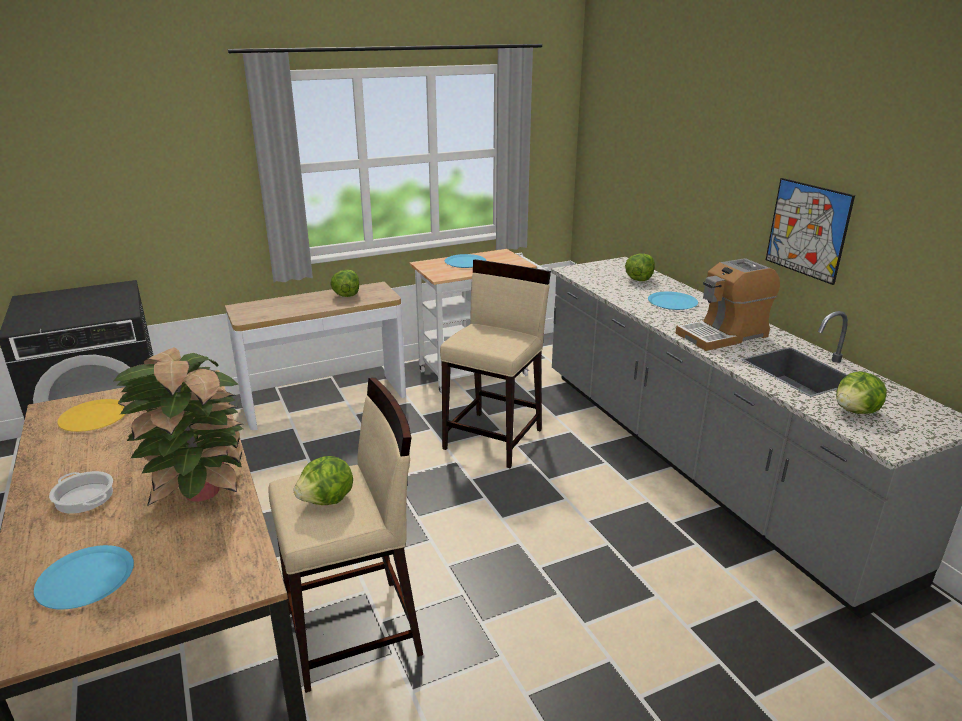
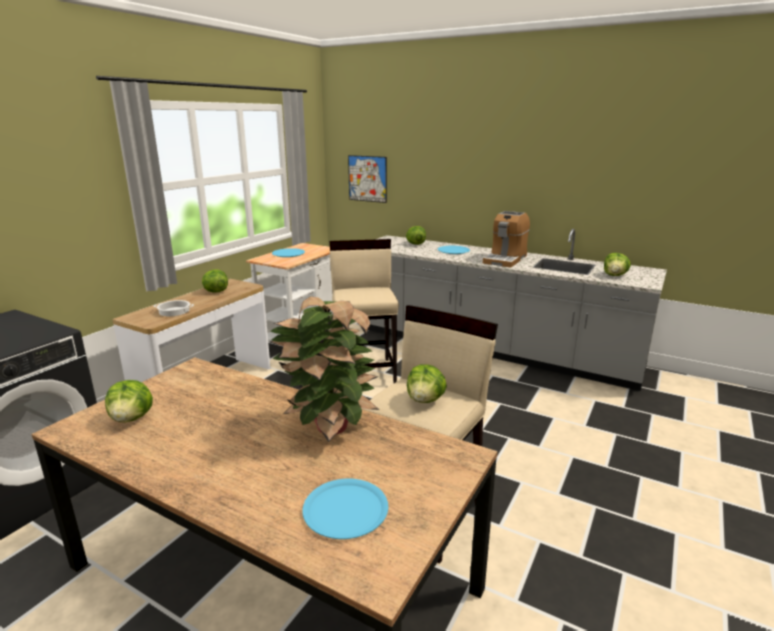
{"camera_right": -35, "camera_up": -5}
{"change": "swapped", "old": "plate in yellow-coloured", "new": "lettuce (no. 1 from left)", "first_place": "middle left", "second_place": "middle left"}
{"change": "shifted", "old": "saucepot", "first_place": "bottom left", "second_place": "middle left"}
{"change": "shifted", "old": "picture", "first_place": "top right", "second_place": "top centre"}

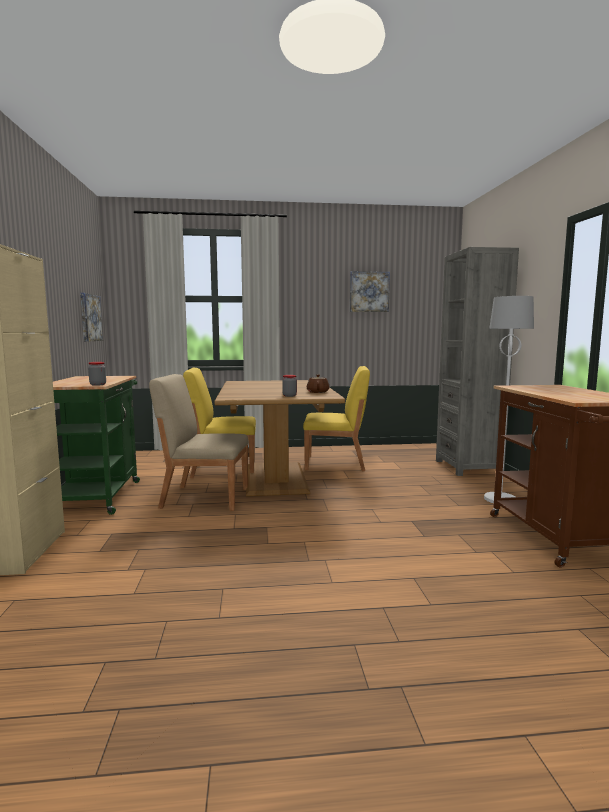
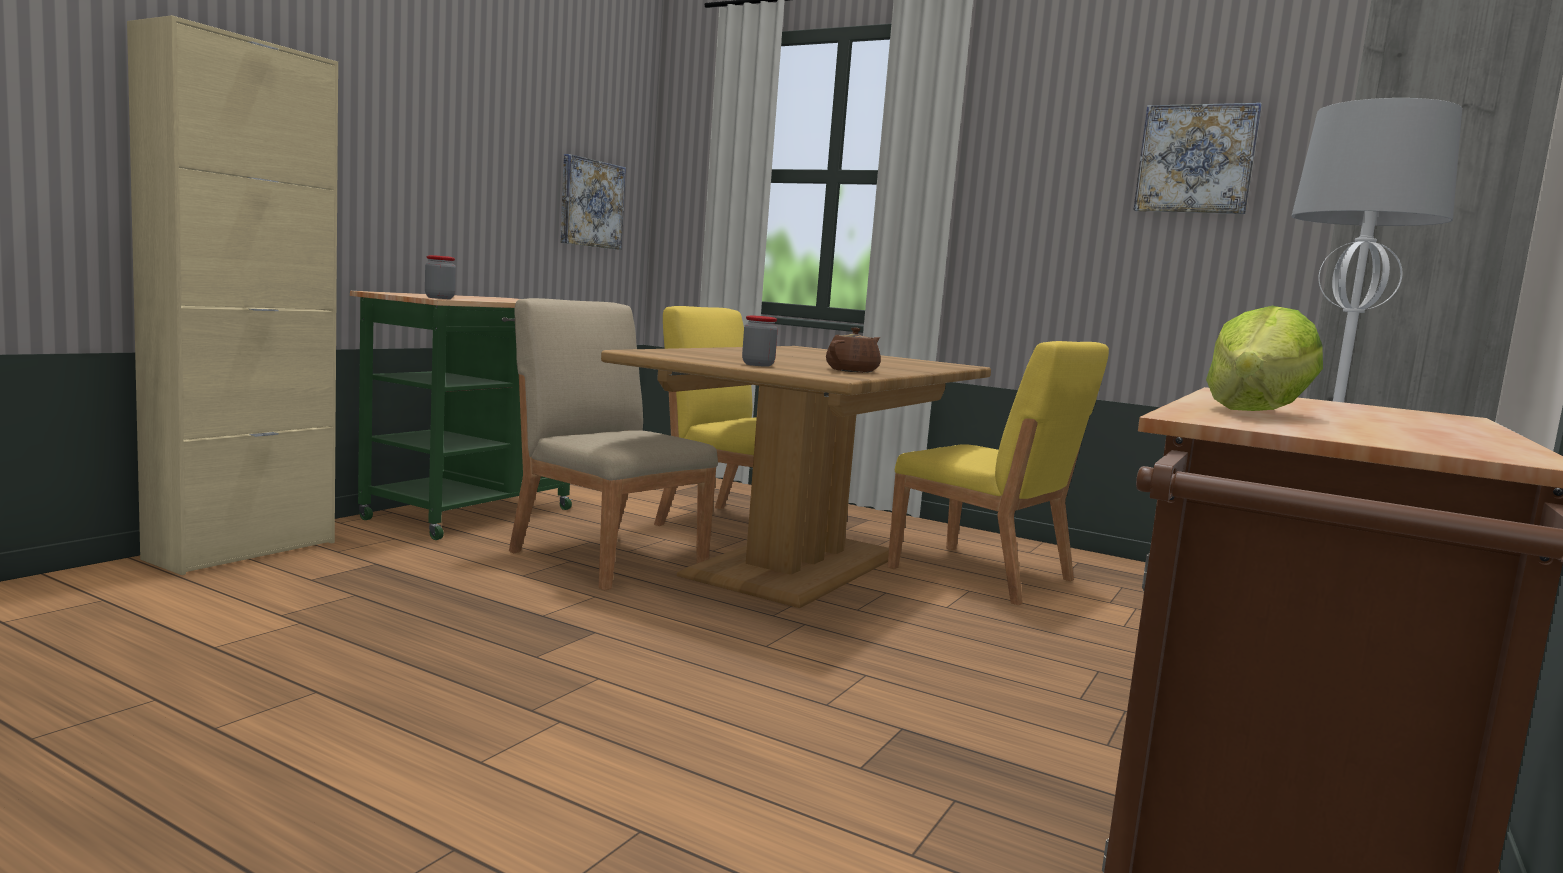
{"camera_right": 35, "camera_up": 0}
{"change": "new", "new": "lettuce", "second_place": "middle right"}

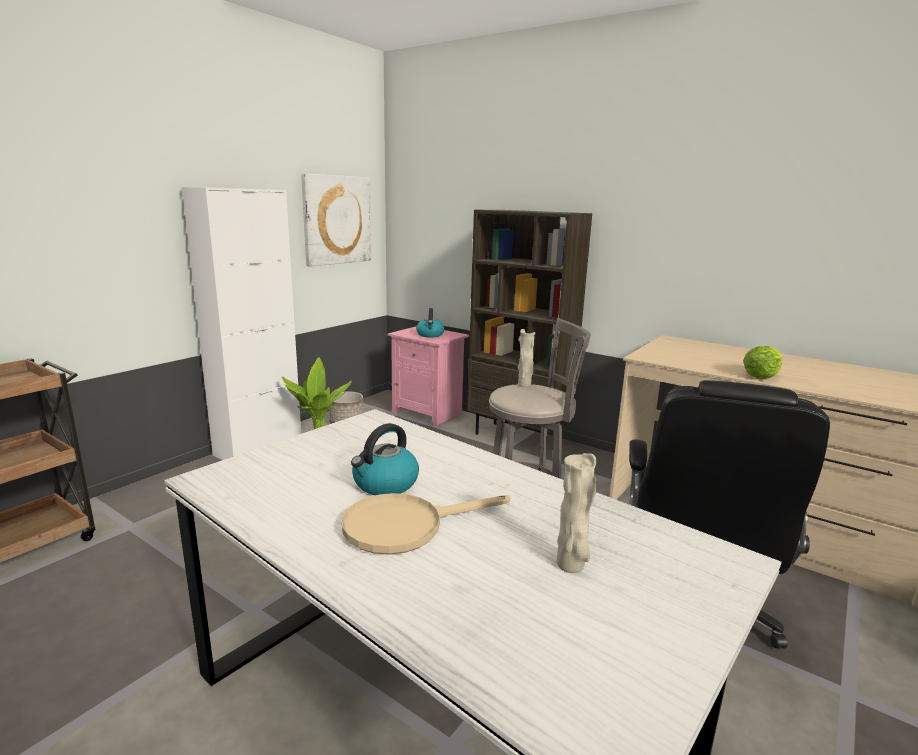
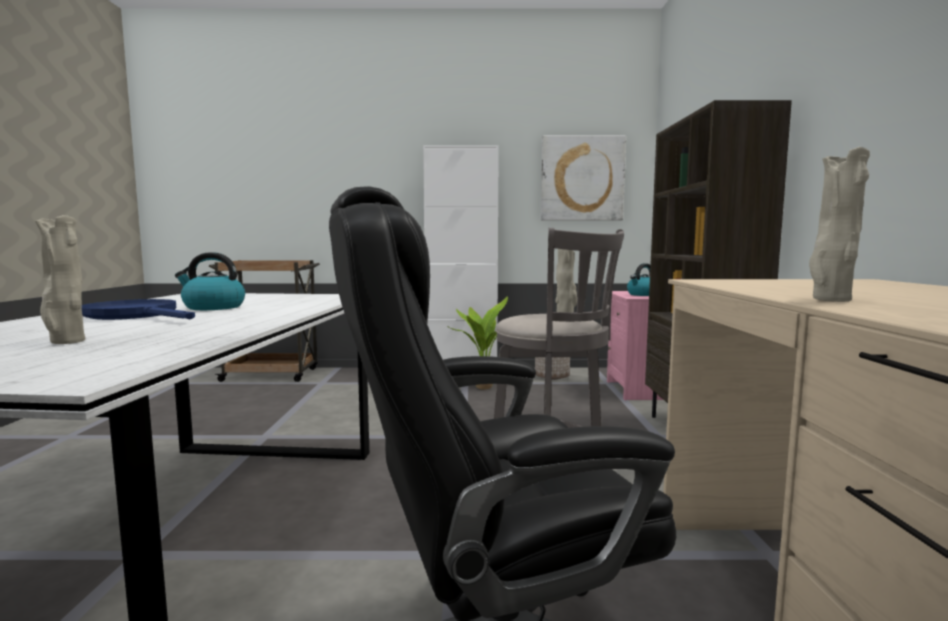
{"camera_right": 55, "camera_up": -10}
{"change": "repainted", "old": "pan in sand-coloured", "new": "pan in blue", "first_place": "bottom centre", "second_place": "middle left"}
{"change": "swapped", "old": "lettuce", "new": "decorative vase in sand-coloured (no. 3 from left)", "first_place": "middle right", "second_place": "middle right"}

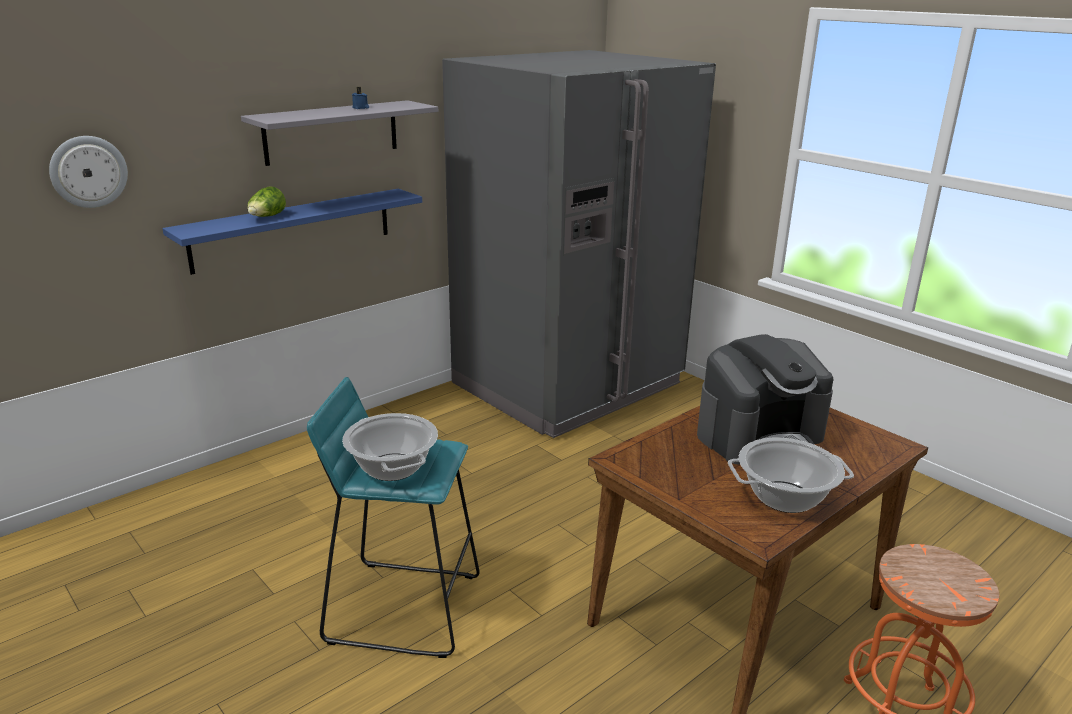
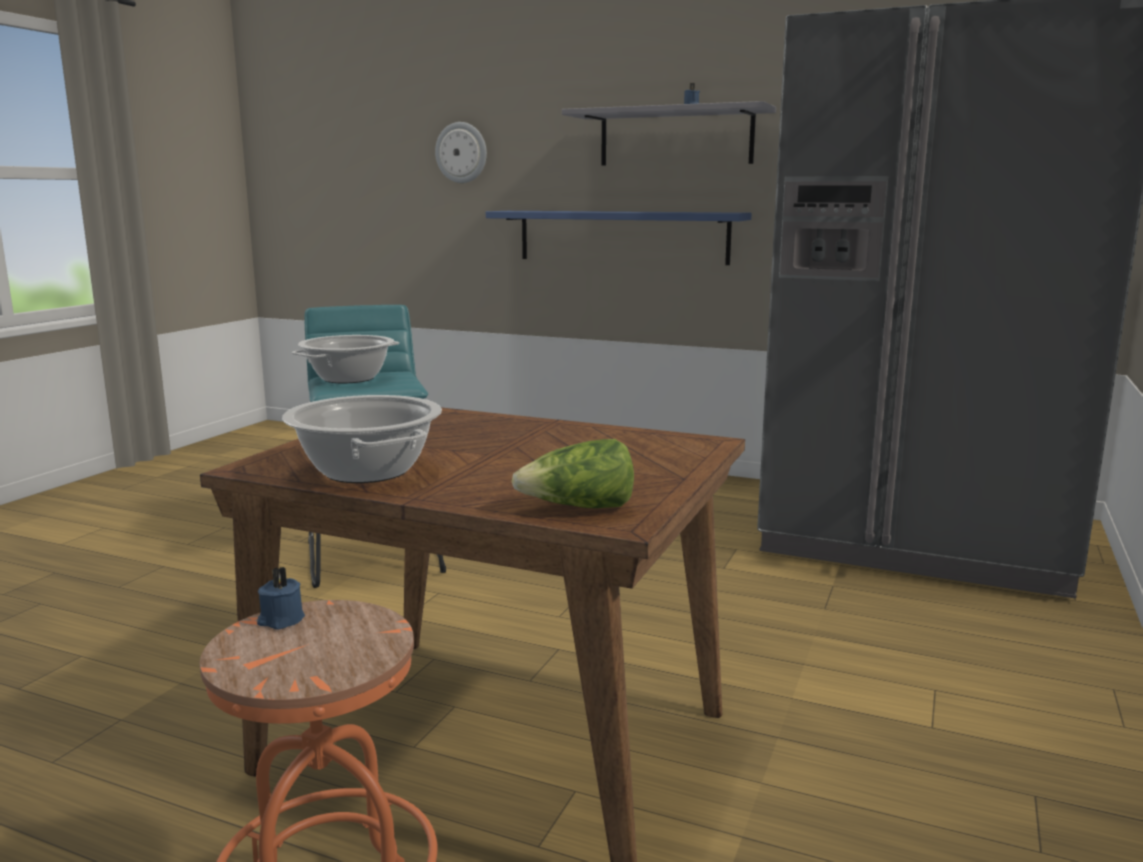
{"camera_right": 65, "camera_up": -10}
{"change": "new", "new": "wax light in blue (no. 1 from left)", "second_place": "bottom left"}
{"change": "shifted", "old": "lettuce", "first_place": "top left", "second_place": "centre"}
{"change": "gone", "old": "coffee maker", "first_place": "middle right"}

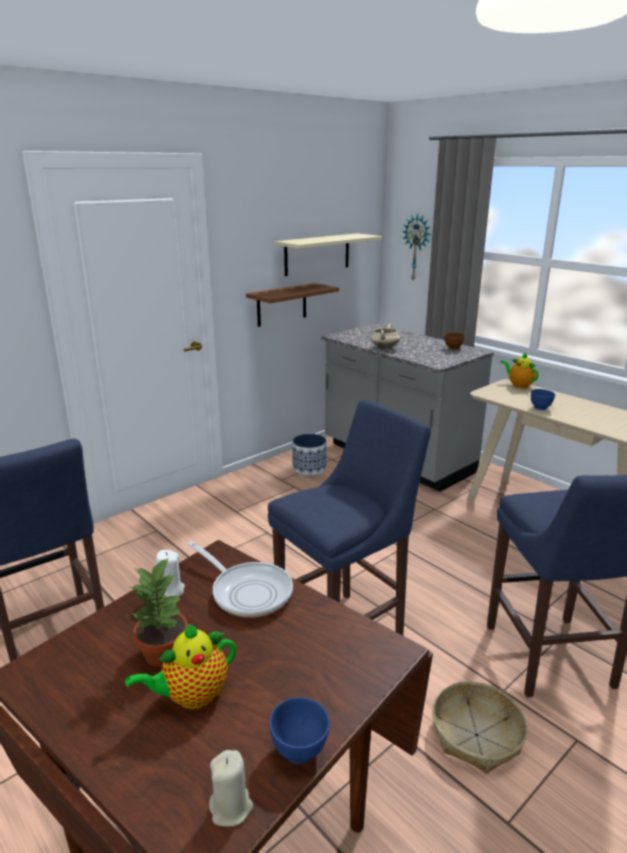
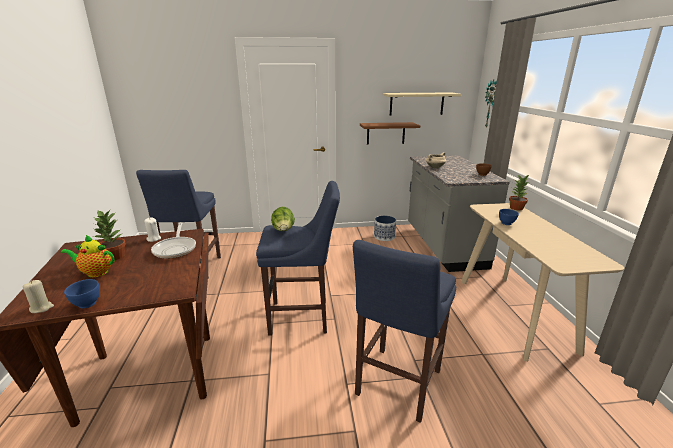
{"camera_right": 35, "camera_up": 0}
{"change": "new", "new": "lettuce", "second_place": "centre"}
{"change": "swapped", "old": "tea pot (no. 2 from left)", "new": "plant in a pot (no. 2 from left)", "first_place": "middle right", "second_place": "middle right"}
{"change": "gone", "old": "basket", "first_place": "bottom right"}

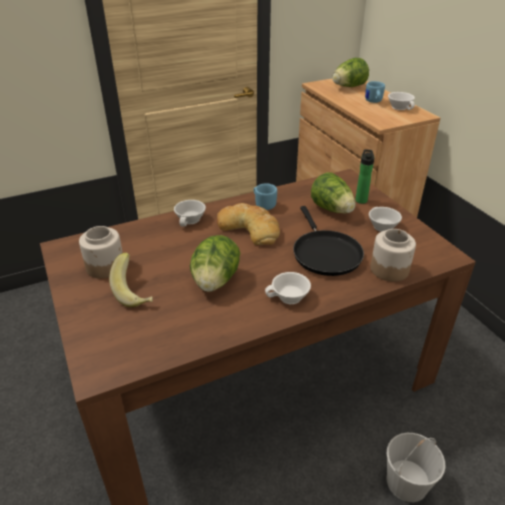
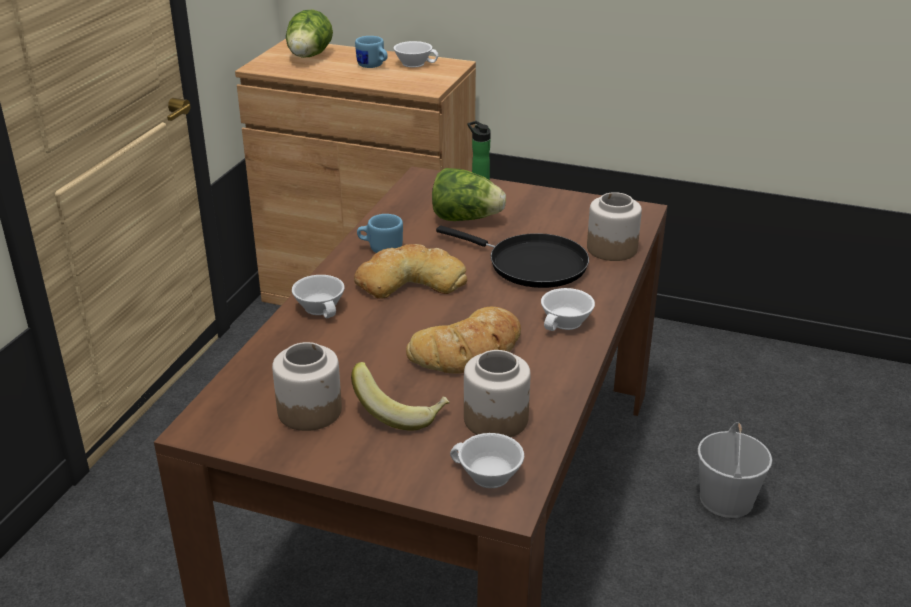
{"camera_right": -45, "camera_up": -5}
{"change": "swapped", "old": "lettuce (no. 1 from left)", "new": "bread (no. 2 from left)", "first_place": "centre", "second_place": "centre"}
{"change": "shifted", "old": "cup in whitish (no. 3 from left)", "first_place": "middle right", "second_place": "bottom centre"}
{"change": "new", "new": "storage jar (no. 2 from left)", "second_place": "centre"}

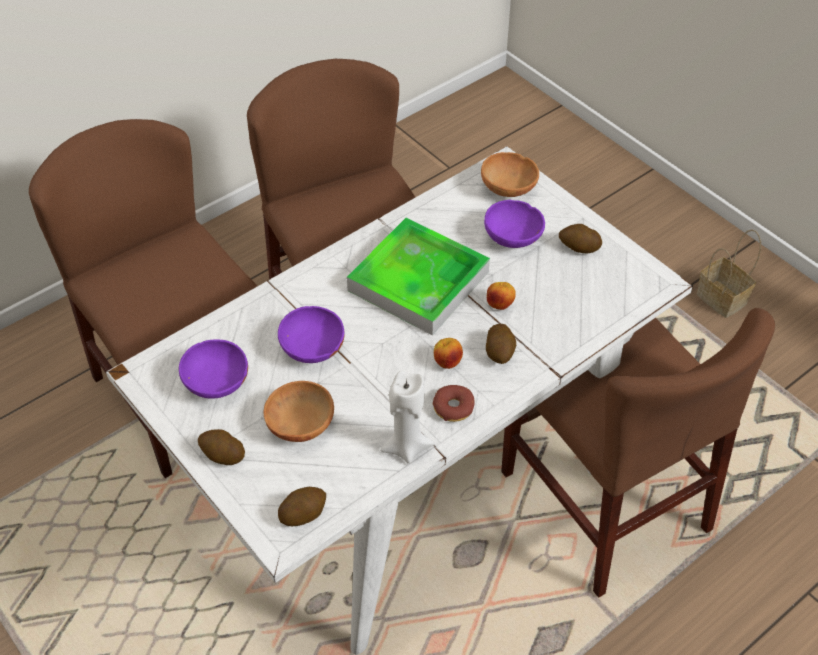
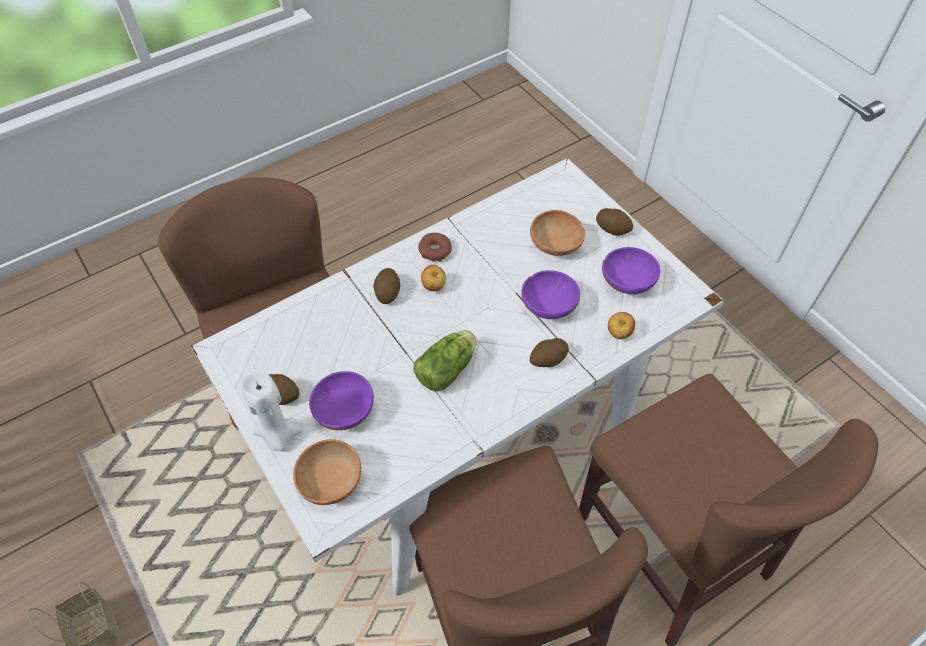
{"camera_right": -175, "camera_up": 5}
{"change": "shifted", "old": "wax light in whitish", "first_place": "centre", "second_place": "middle left"}
{"change": "swapped", "old": "serving tray", "new": "lettuce", "first_place": "centre", "second_place": "centre"}
{"change": "shifted", "old": "potato (no. 2 from left in the first image)", "new": "potato (no. 3 from left)", "first_place": "bottom centre", "second_place": "centre"}
{"change": "shifted", "old": "apple (no. 2 from left)", "first_place": "centre", "second_place": "middle right"}

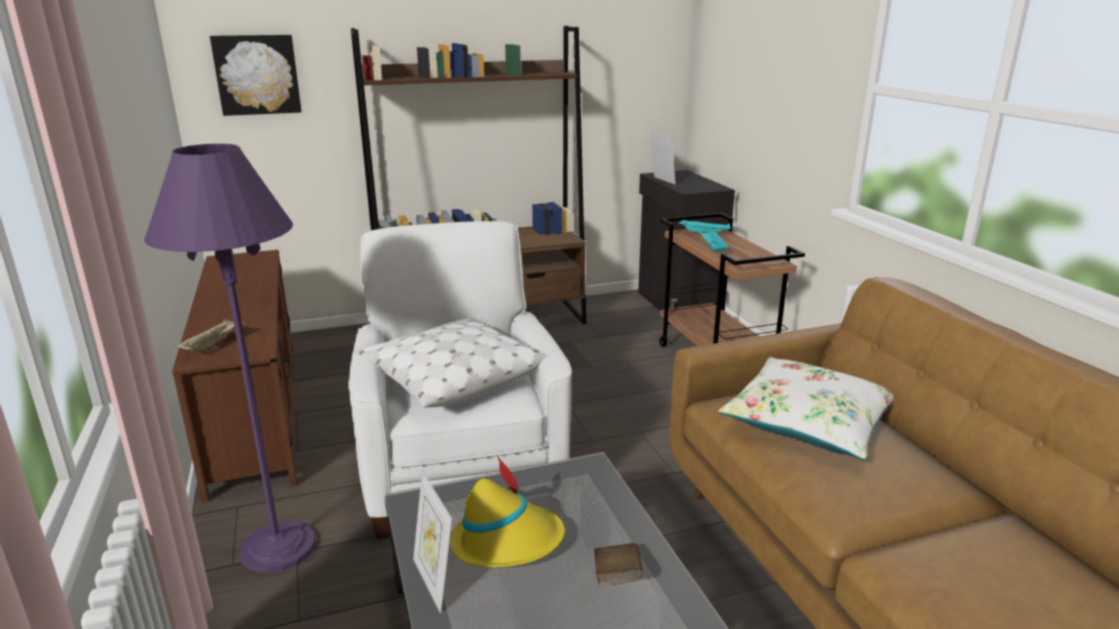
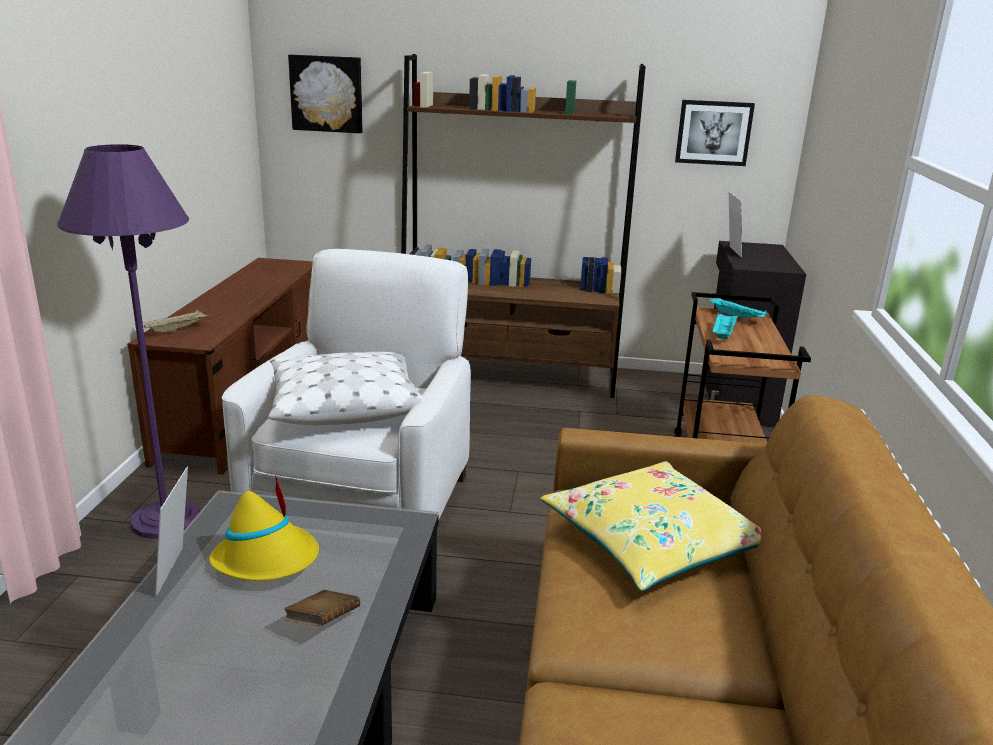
{"camera_right": 25, "camera_up": 0}
{"change": "repainted", "old": "cushion in whitish (no. 2 from left)", "new": "cushion in yellow-coloured", "first_place": "middle right", "second_place": "bottom centre"}
{"change": "new", "new": "picture (no. 2 from left)", "second_place": "top right"}

